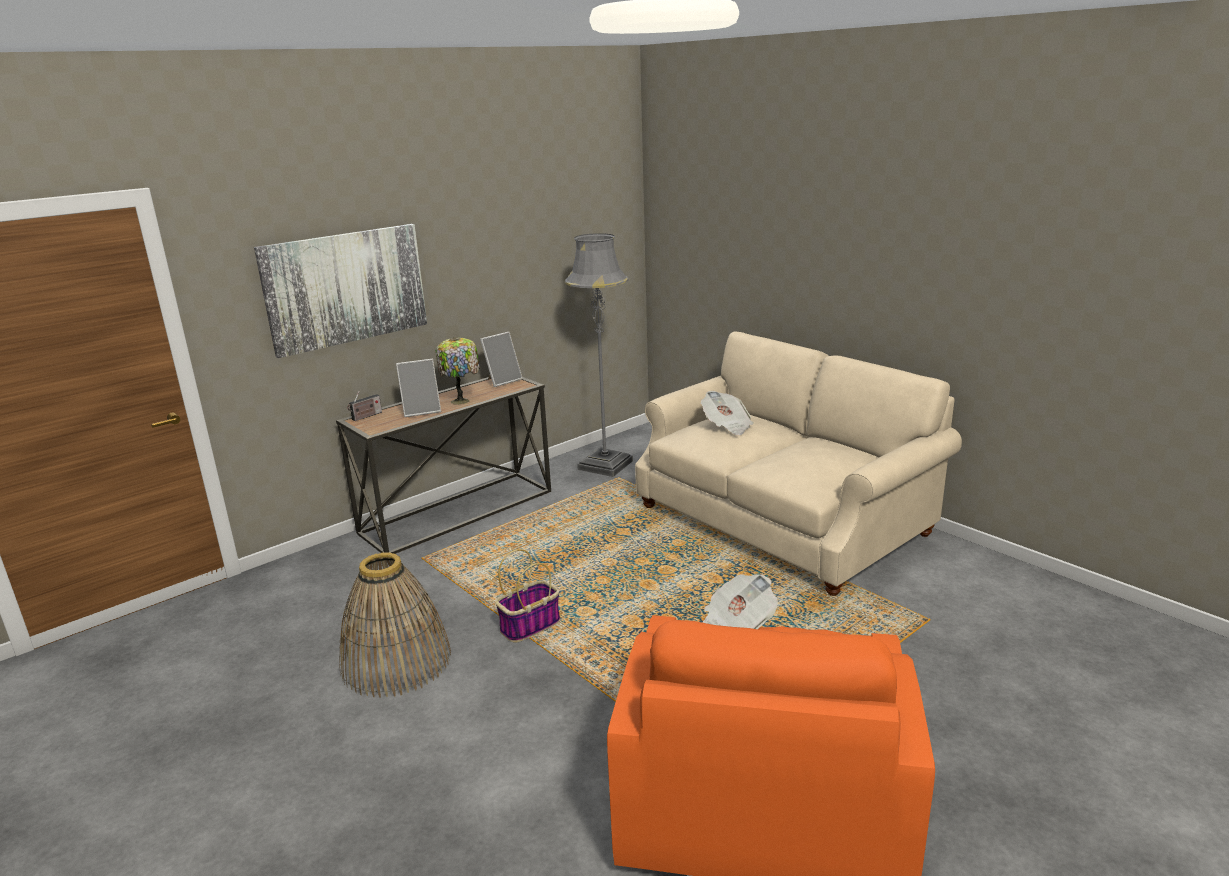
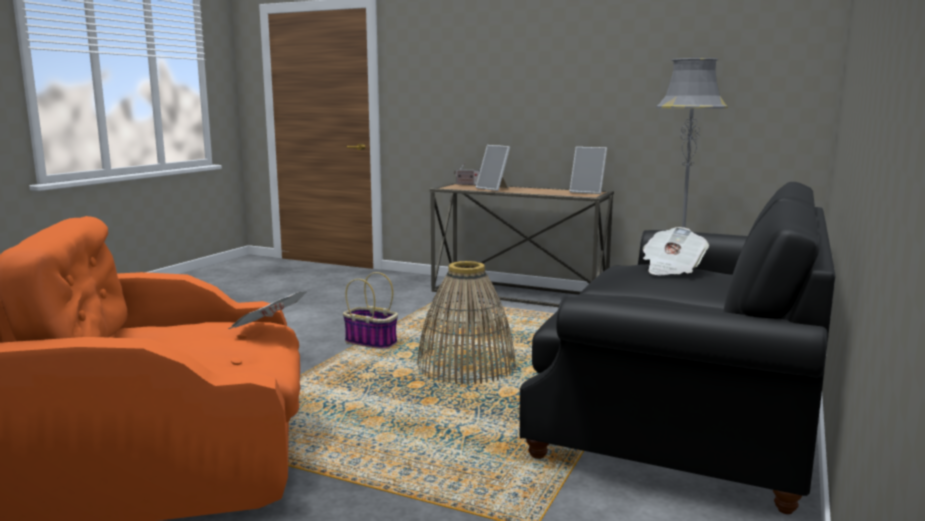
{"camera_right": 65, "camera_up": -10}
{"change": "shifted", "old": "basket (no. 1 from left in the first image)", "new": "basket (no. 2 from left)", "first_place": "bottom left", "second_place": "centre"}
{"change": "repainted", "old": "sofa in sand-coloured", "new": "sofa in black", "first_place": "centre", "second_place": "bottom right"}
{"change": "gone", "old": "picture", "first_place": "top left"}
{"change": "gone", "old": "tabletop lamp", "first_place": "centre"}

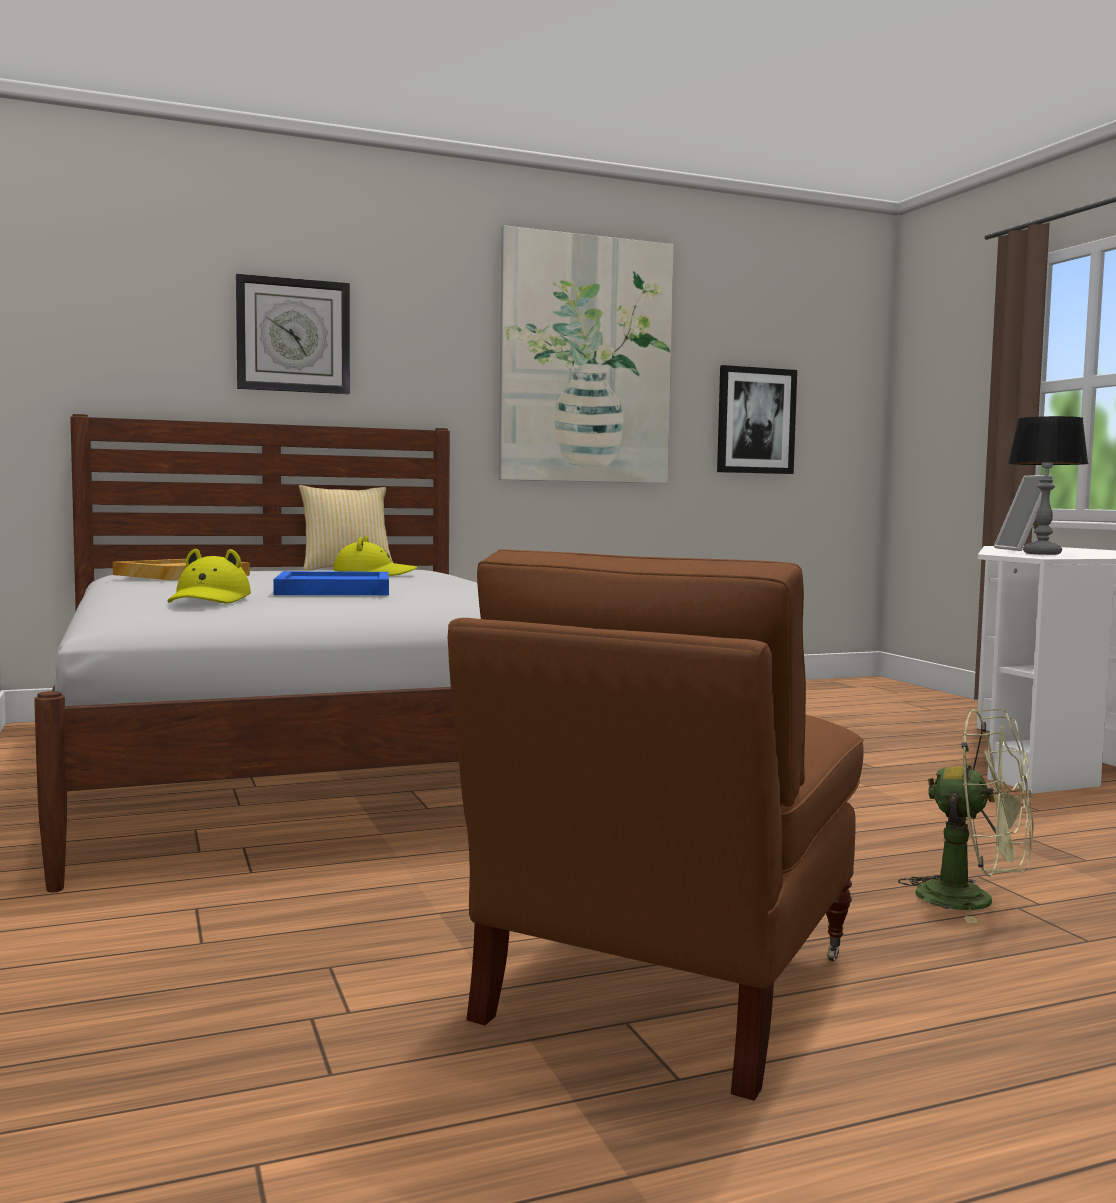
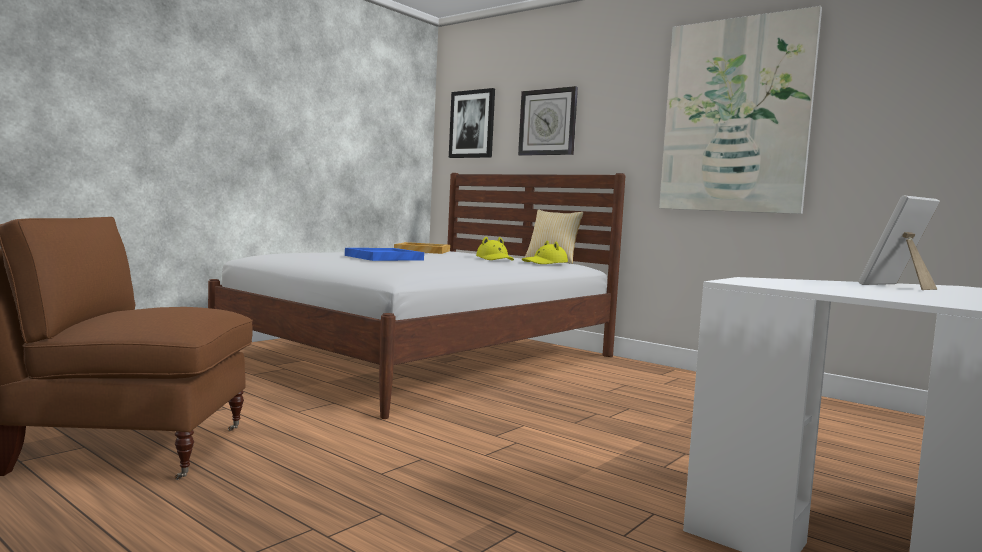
{"camera_right": 60, "camera_up": 0}
{"change": "shifted", "old": "picture (no. 2 from left in the first image)", "new": "picture (no. 1 from left)", "first_place": "middle right", "second_place": "top centre"}
{"change": "shifted", "old": "hat in yellow-coloured (no. 1 from left in the first image)", "new": "hat in yellow-coloured (no. 2 from left)", "first_place": "middle left", "second_place": "centre"}
{"change": "gone", "old": "fan in green", "first_place": "bottom right"}
{"change": "gone", "old": "tabletop lamp", "first_place": "middle right"}

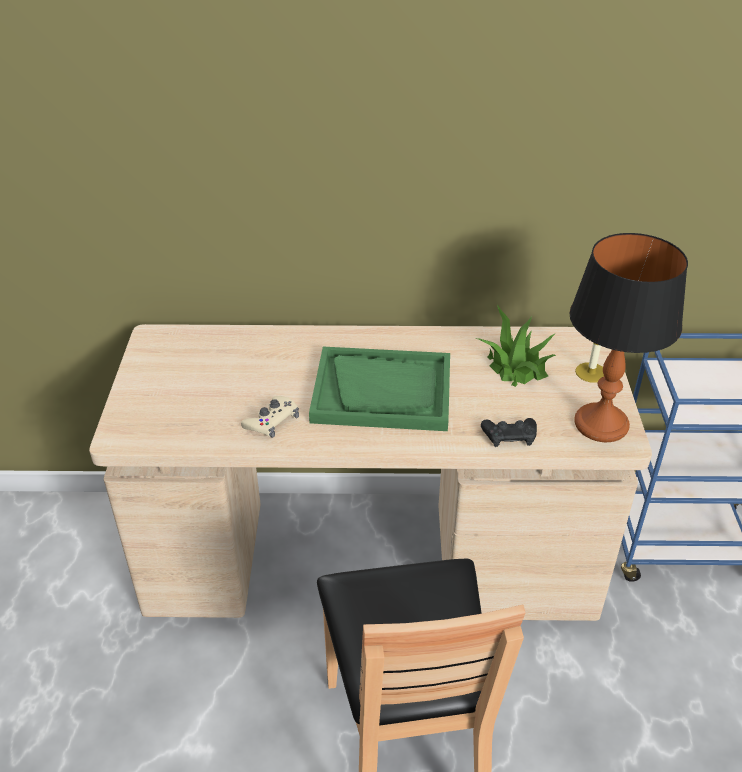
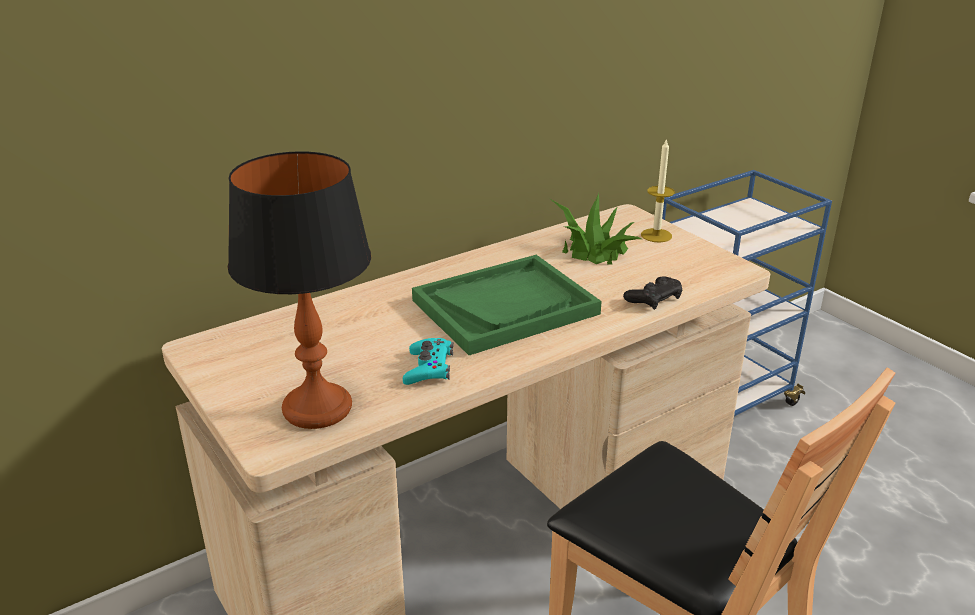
{"camera_right": -35, "camera_up": -10}
{"change": "shifted", "old": "tabletop lamp", "first_place": "middle right", "second_place": "middle left"}
{"change": "repainted", "old": "joypad in sand-coloured", "new": "joypad in blue-green", "first_place": "centre", "second_place": "centre"}

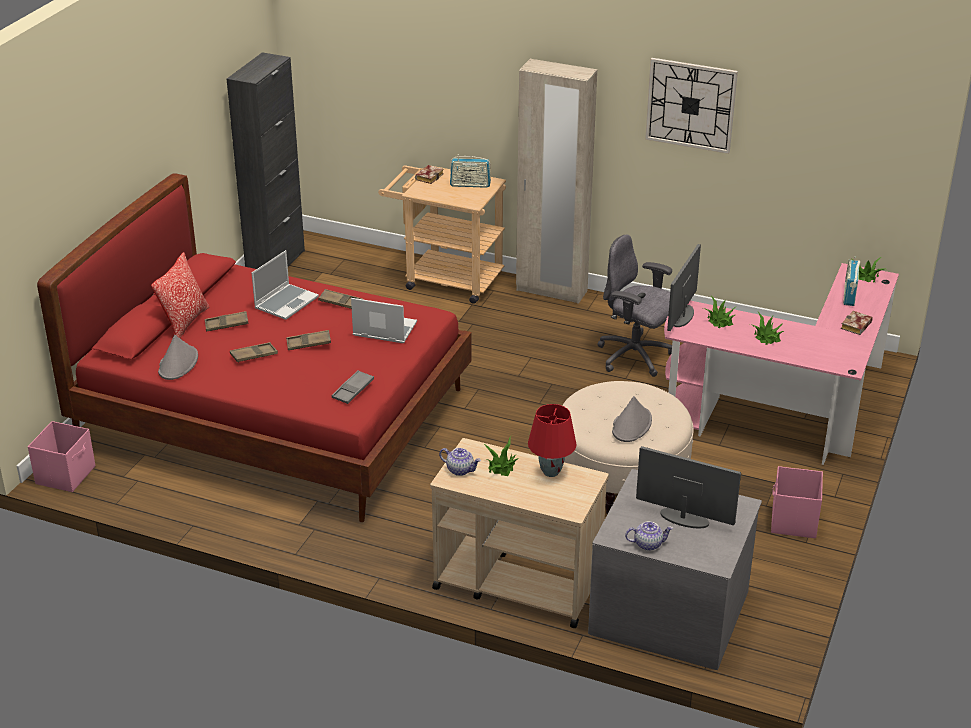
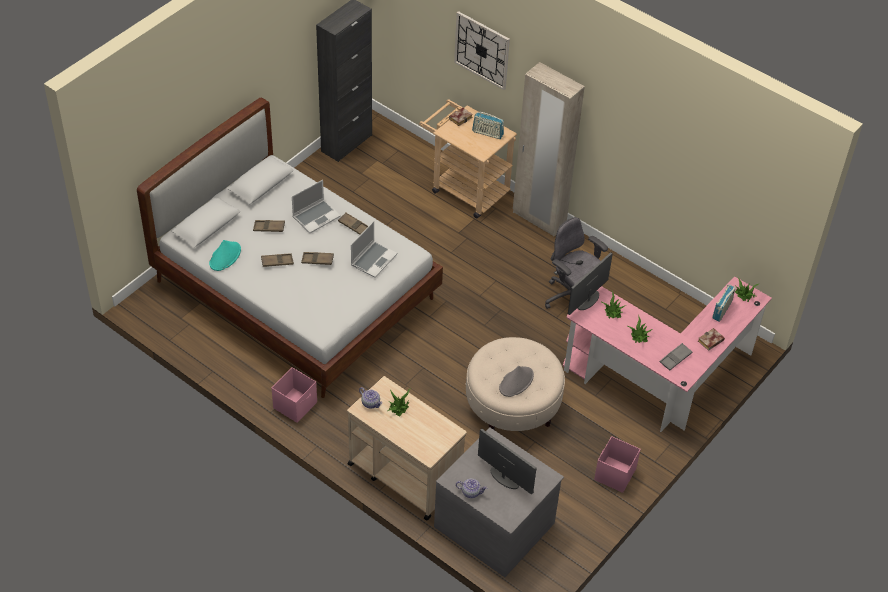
{"camera_right": 15, "camera_up": 15}
{"change": "repainted", "old": "sleeping bed in reddish", "new": "sleeping bed in whitish", "first_place": "middle left", "second_place": "middle left"}
{"change": "repainted", "old": "hat in greyish (no. 1 from left)", "new": "hat in blue-green", "first_place": "middle left", "second_place": "middle left"}
{"change": "shifted", "old": "storage box in pink (no. 1 from left)", "first_place": "middle left", "second_place": "bottom left"}
{"change": "rotated", "old": "portable computer (no. 2 from left)", "first_place": "centre", "second_place": "centre", "degrees": 90}
{"change": "shifted", "old": "clock on the wall", "first_place": "top right", "second_place": "top centre"}
{"change": "shifted", "old": "serving tray in greyish", "first_place": "centre", "second_place": "middle right"}
{"change": "gone", "old": "cushion", "first_place": "middle left"}
{"change": "gone", "old": "tabletop lamp in reddish", "first_place": "centre"}

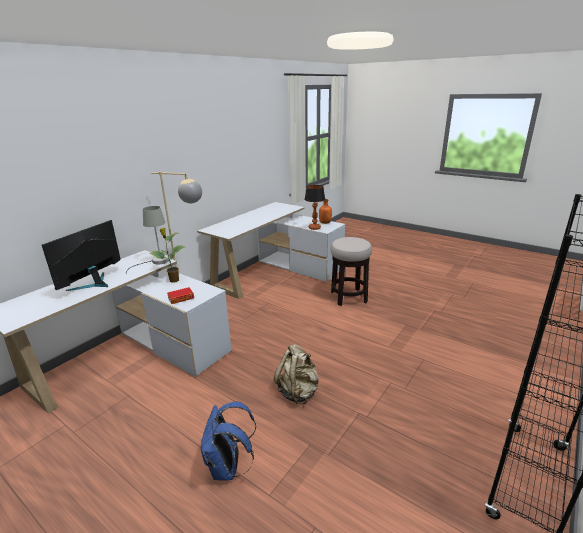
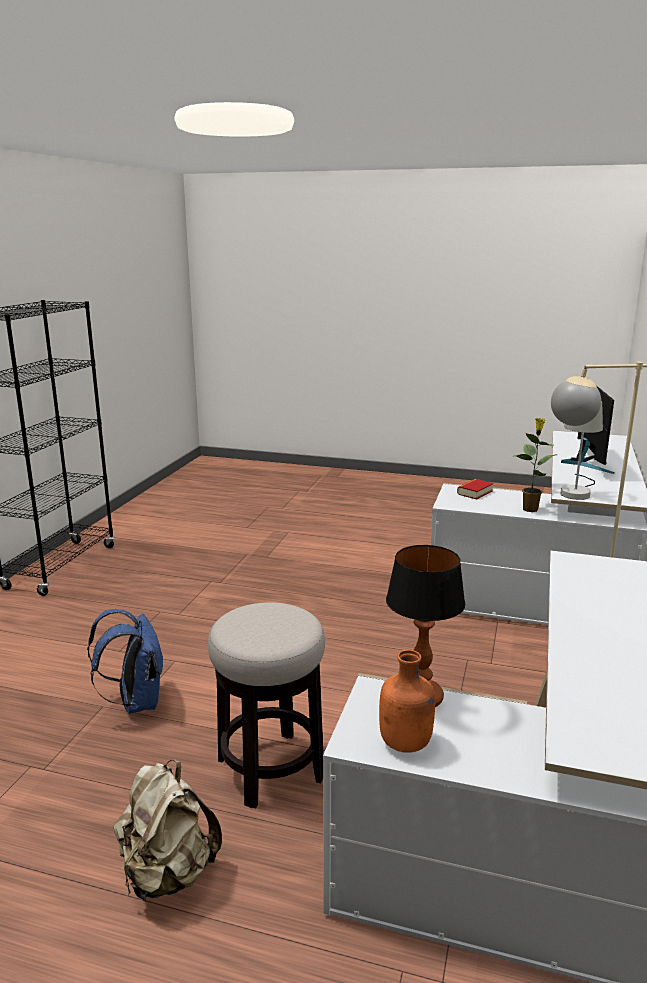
{"camera_right": 160, "camera_up": -5}
{"change": "shifted", "old": "backpack in blue", "first_place": "bottom centre", "second_place": "bottom left"}
{"change": "shifted", "old": "backpack in sand-coloured", "first_place": "bottom centre", "second_place": "bottom left"}

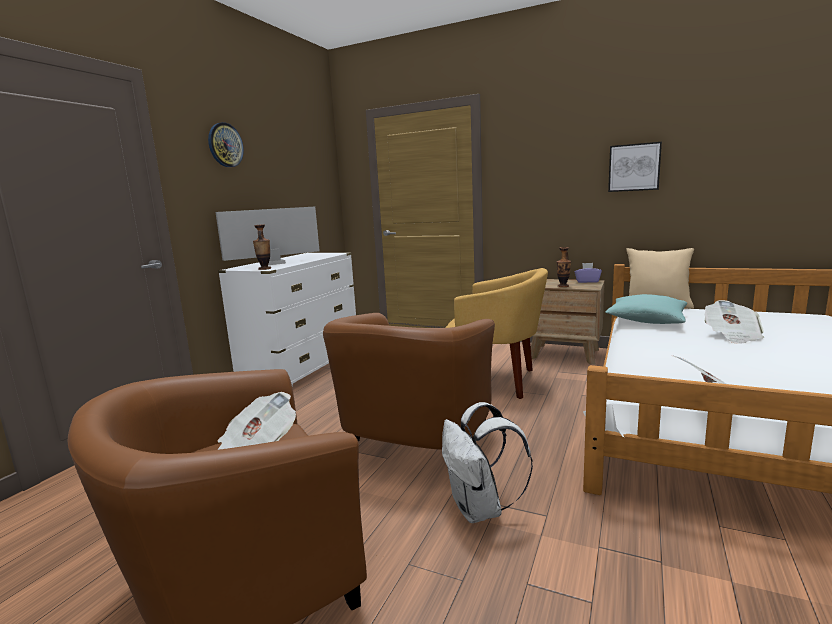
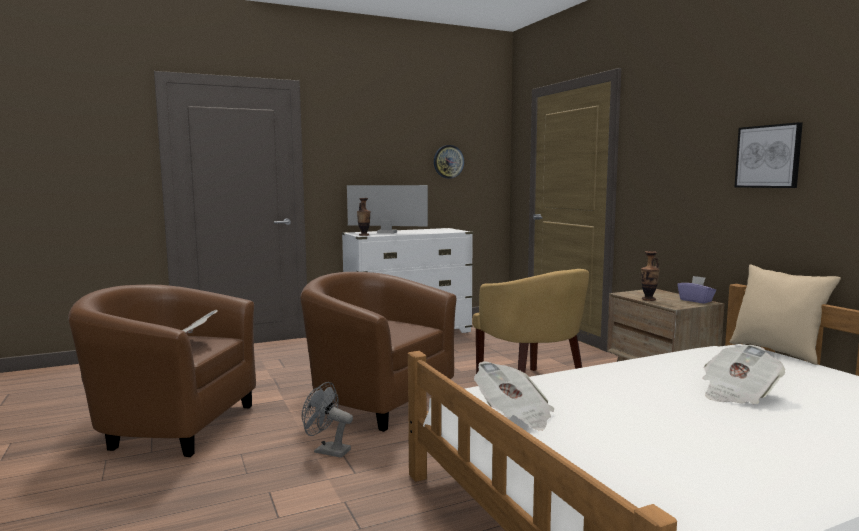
{"camera_right": 40, "camera_up": -5}
{"change": "rotated", "old": "easy chair in brownish (no. 2 from left)", "first_place": "centre", "second_place": "centre", "degrees": 60}
{"change": "swapped", "old": "backpack in whitish", "new": "fan in greyish", "first_place": "bottom centre", "second_place": "bottom centre"}
{"change": "shifted", "old": "clock on the wall", "first_place": "top left", "second_place": "top centre"}
{"change": "gone", "old": "cushion in blue-green", "first_place": "middle right"}

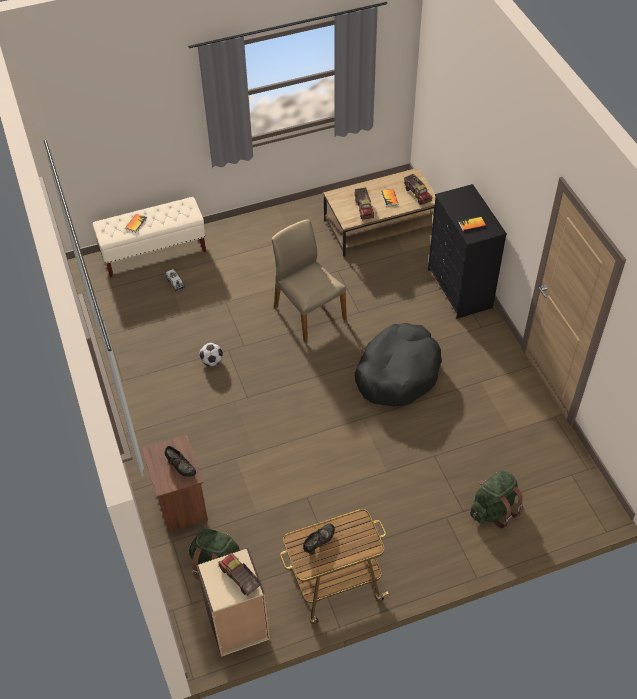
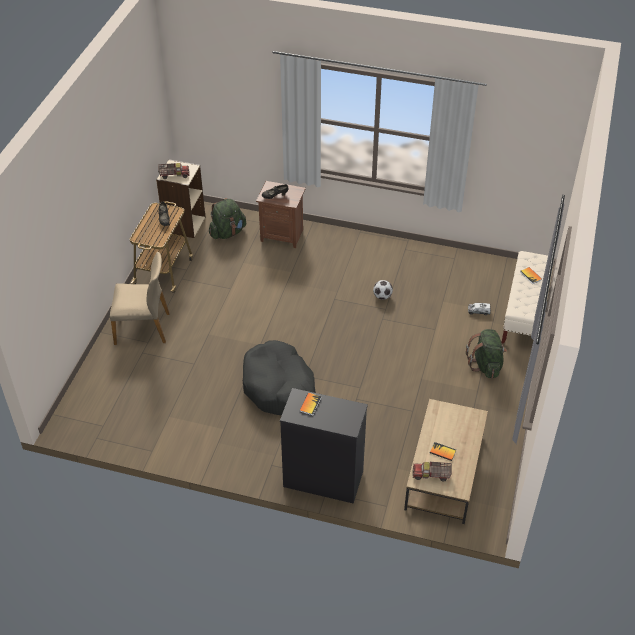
{"camera_right": 125, "camera_up": -5}
{"change": "shifted", "old": "chair in sand-coloured", "first_place": "centre", "second_place": "middle left"}
{"change": "shifted", "old": "backpack in green (no. 2 from left)", "first_place": "bottom right", "second_place": "middle right"}
{"change": "gone", "old": "model truck (no. 3 from left)", "first_place": "top centre"}

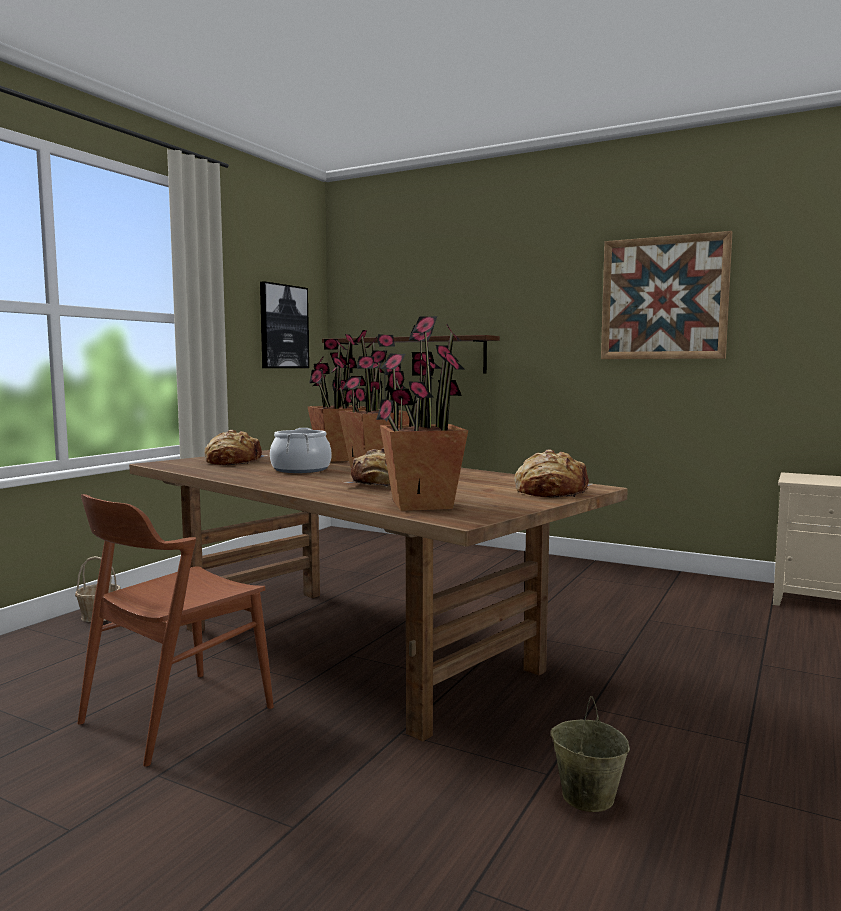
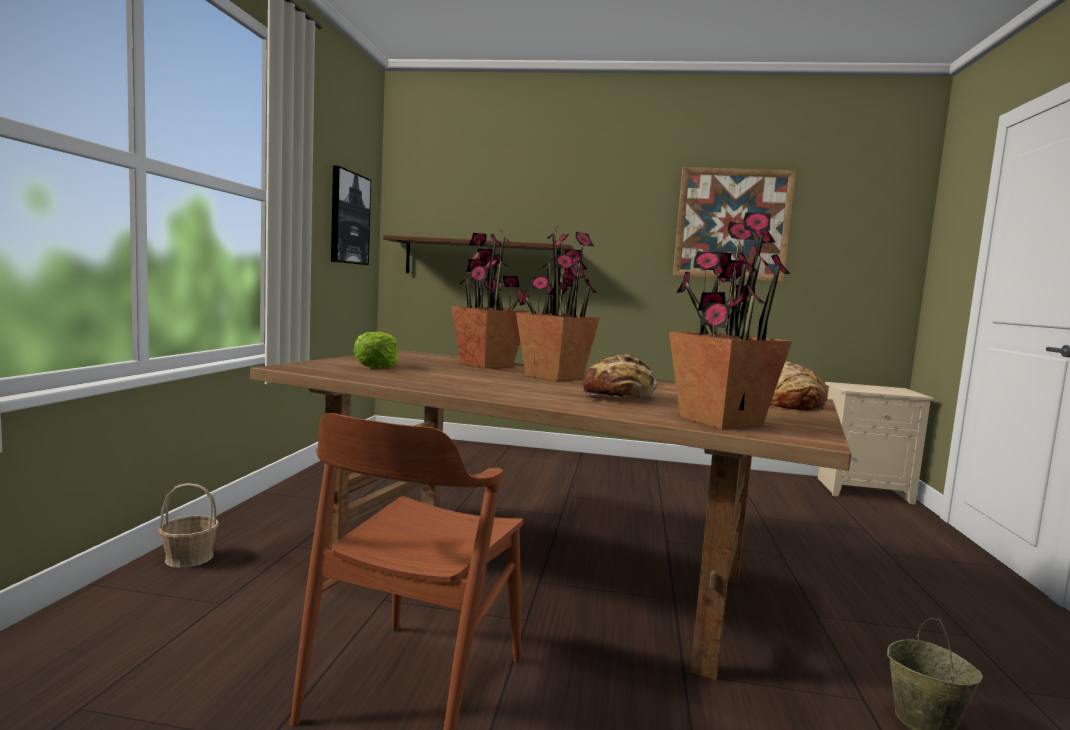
{"camera_right": -20, "camera_up": 0}
{"change": "swapped", "old": "bread (no. 1 from left)", "new": "lettuce", "first_place": "middle left", "second_place": "centre"}
{"change": "gone", "old": "saucepot", "first_place": "centre"}

